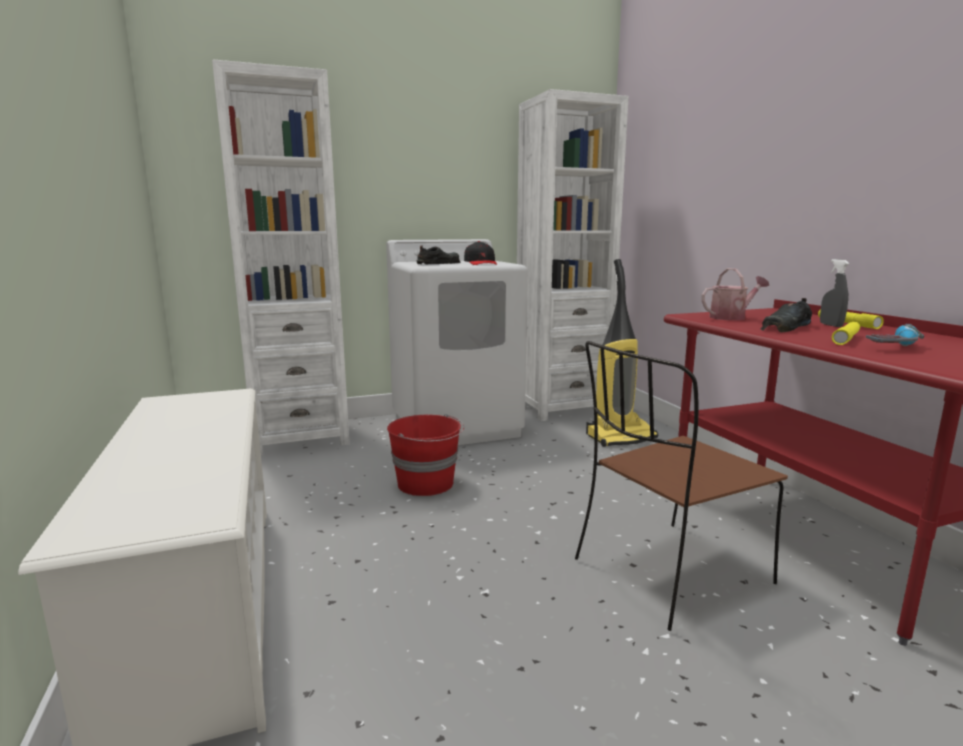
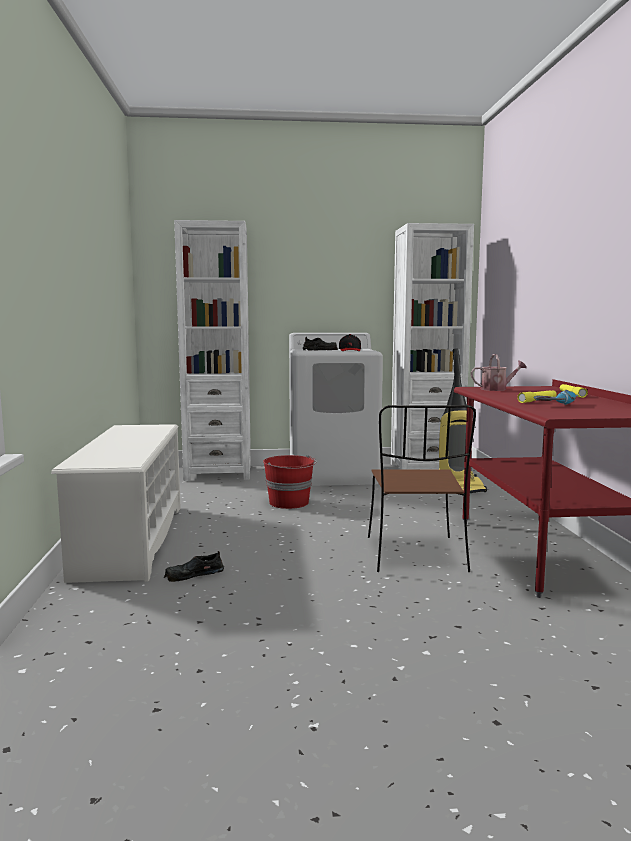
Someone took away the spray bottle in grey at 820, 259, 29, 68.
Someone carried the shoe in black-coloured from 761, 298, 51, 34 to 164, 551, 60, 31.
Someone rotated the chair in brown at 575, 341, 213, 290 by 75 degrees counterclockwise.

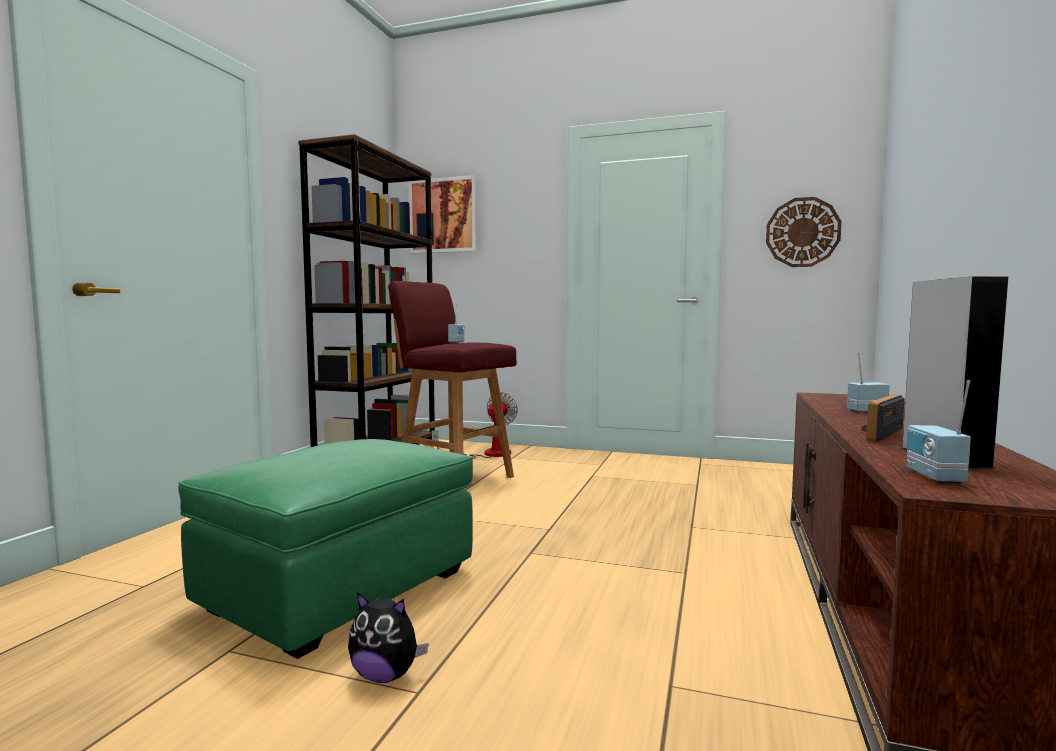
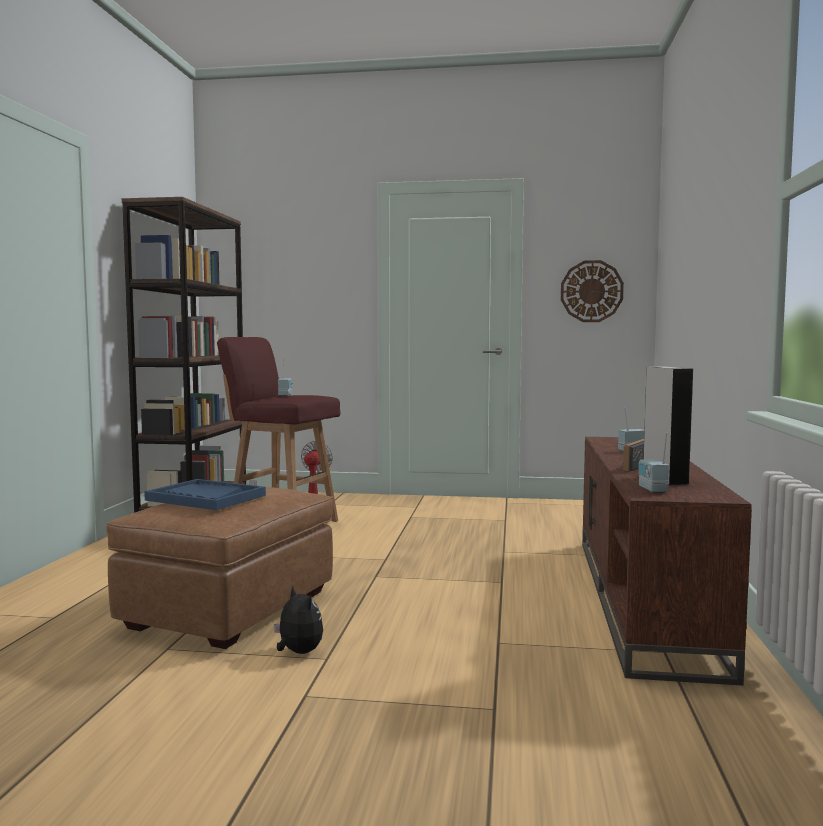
Someone took away the wall art at 409, 175, 68, 79.
Someone put down the serving tray in blue-coloured at 144, 479, 122, 31.
Someone repainted the ottoman in green-coloured at 178, 439, 295, 220, which became the ottoman in brown at 107, 487, 226, 162.
Someone rotated the cuddly toy at 348, 592, 81, 91 by 135 degrees counterclockwise.

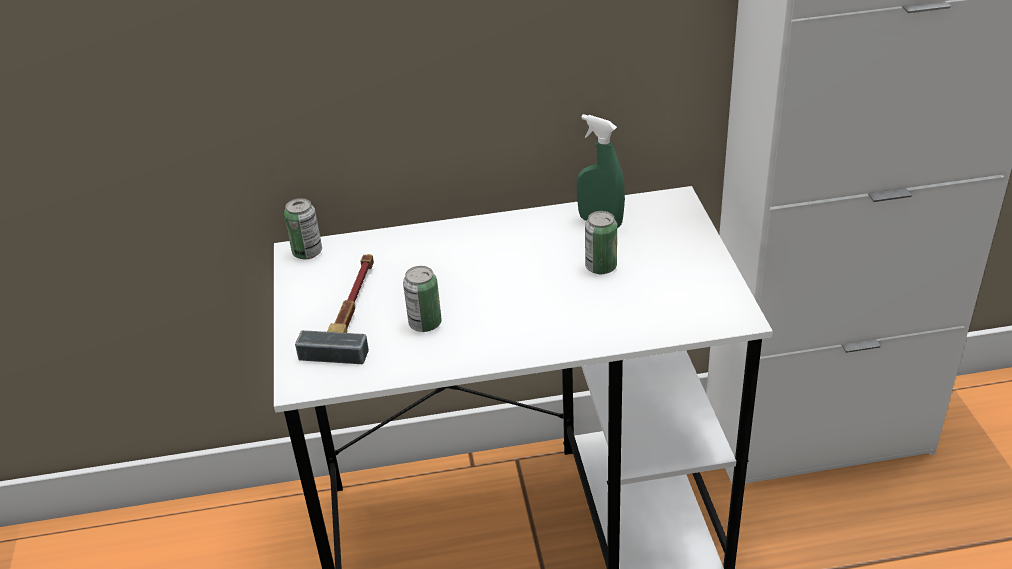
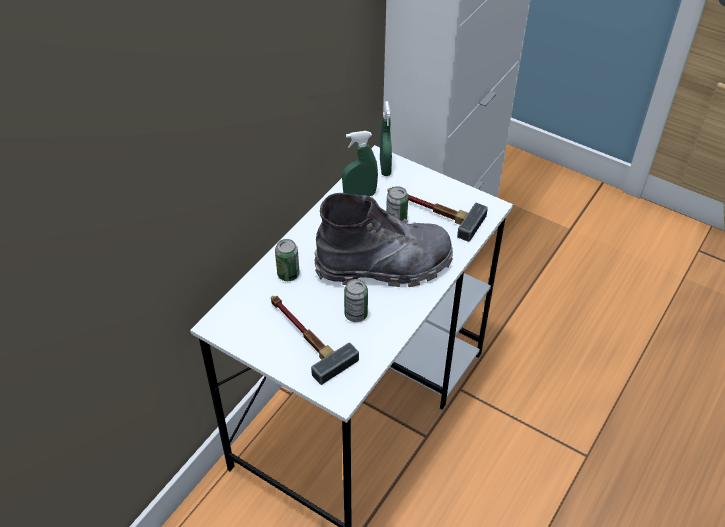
Someone put down the high-top boot in grey at 314, 193, 139, 94.
Someone put down the spray bottle in green-coloured at 380, 101, 12, 75.
Someone put down the tool hammer at 387, 188, 101, 54.
Someone carried the can from 284, 198, 38, 62 to 275, 239, 25, 42.

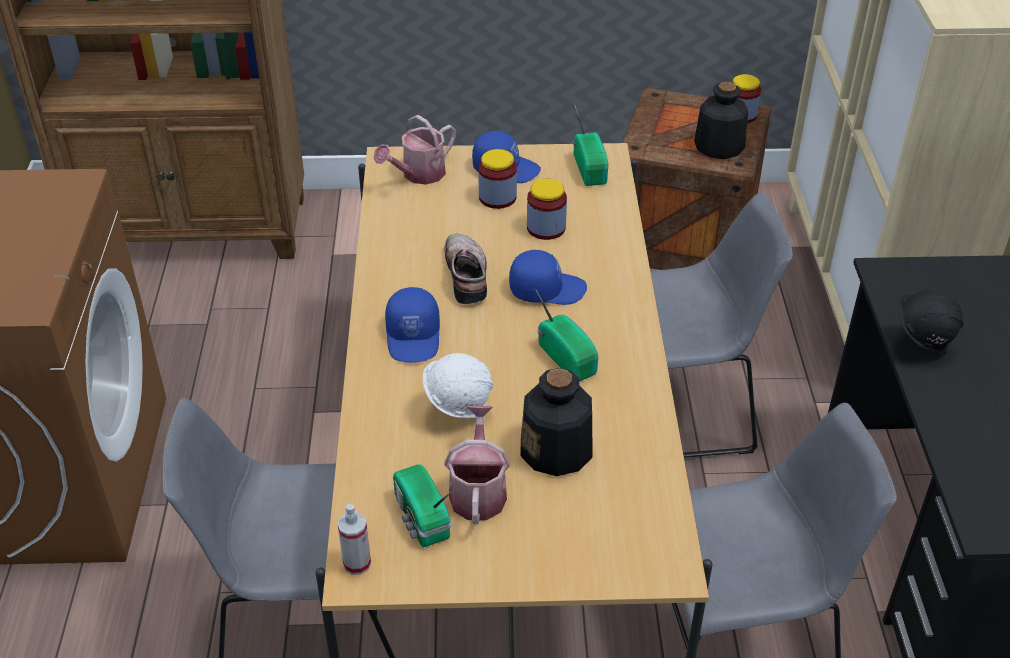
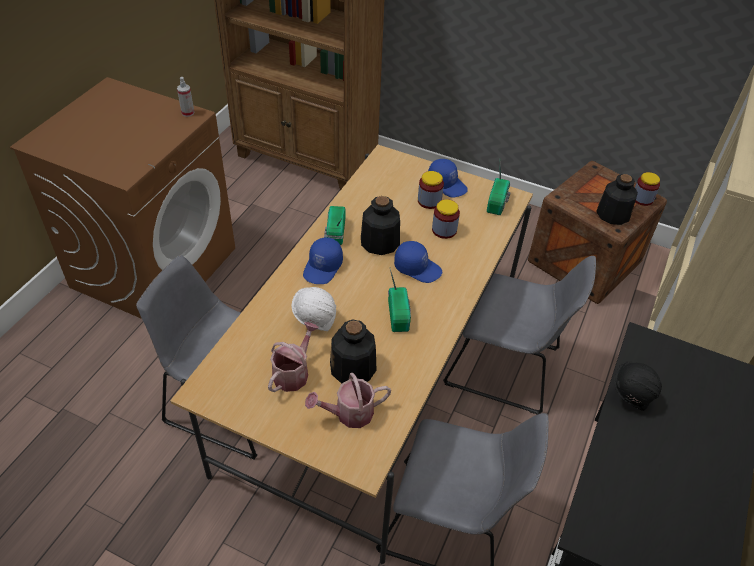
Someone carried the spray bottle from 338, 504, 33, 71 to 177, 77, 17, 40.
Someone carried the watering can from 374, 115, 82, 70 to 305, 373, 86, 55.
Someone carried the radio from 393, 464, 59, 83 to 324, 206, 21, 39.
Someone swapped the shoe at 445, 234, 42, 70 for the beverage bottle at 361, 196, 39, 59.

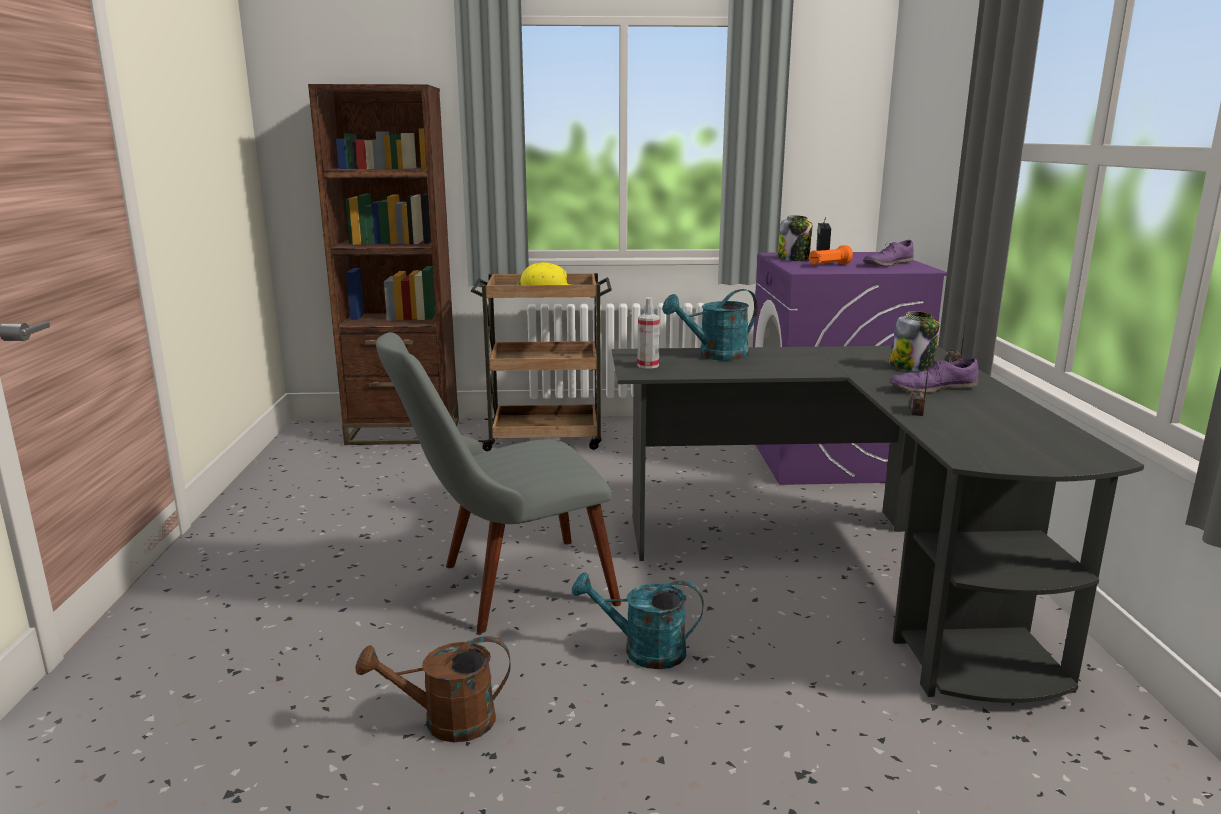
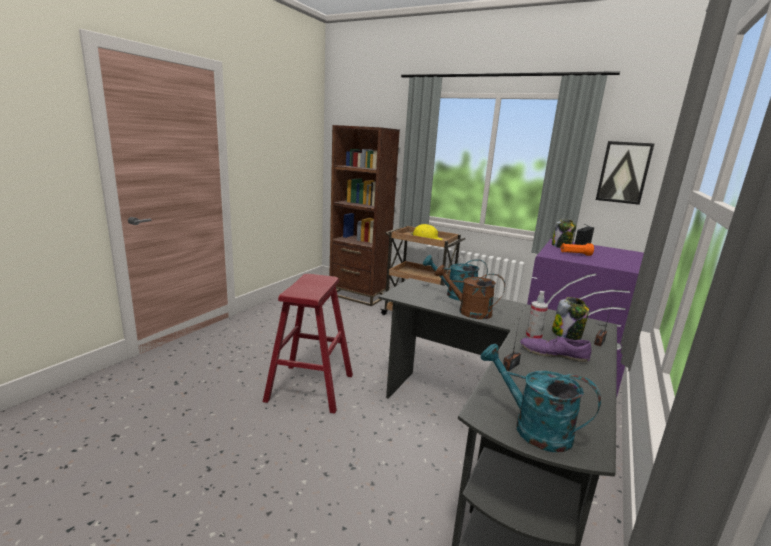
Someone took away the shoe in purple at 863, 240, 51, 26.
Someone put up the wall art at 596, 141, 59, 64.
Someone carried the watering can in brown from 355, 636, 156, 107 to 435, 265, 70, 54.
Someone carried the watering can in turquoise from 572, 572, 132, 97 to 480, 344, 121, 108.
Someone carried the spray bottle from 637, 297, 23, 71 to 526, 291, 22, 48.
Someone swapped the chair in grey at 376, 332, 245, 301 for the stool in red-coloured at 263, 274, 90, 140.

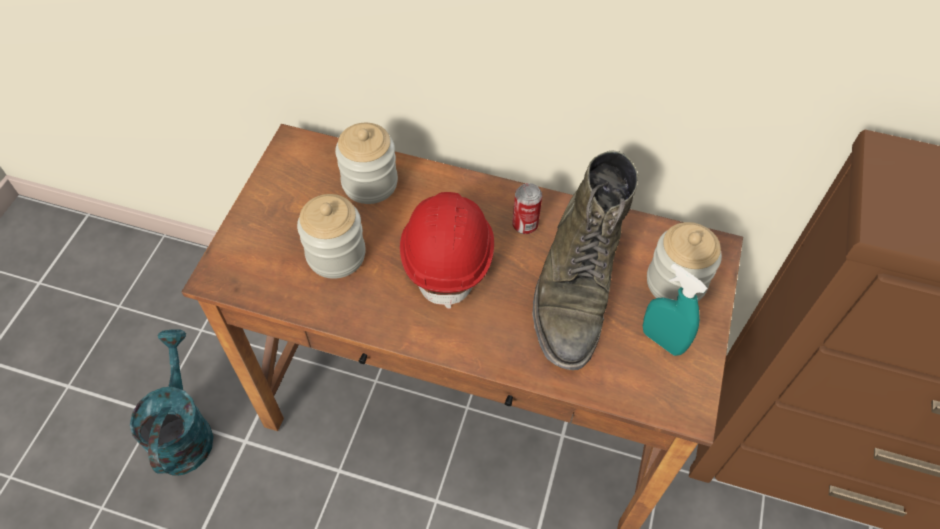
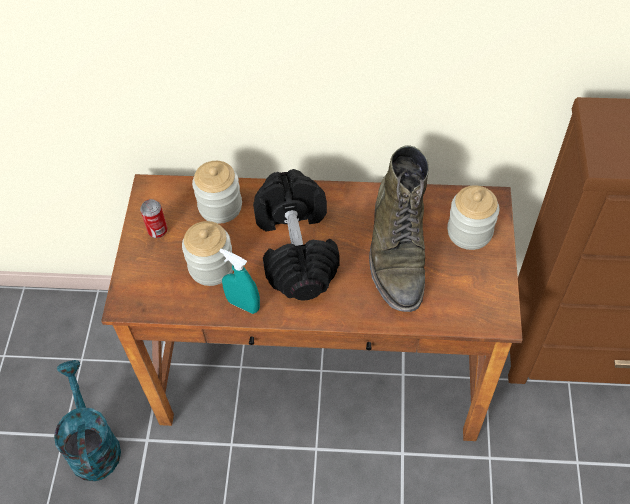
Someone carried the can from 512, 183, 30, 51 to 140, 199, 28, 39.
Someone carried the spray bottle in turquoise from 643, 263, 65, 93 to 219, 248, 41, 66.
Someone swapped the hard hat in red-coloured at 400, 192, 94, 117 for the free weight in black-coloured at 253, 169, 86, 132.

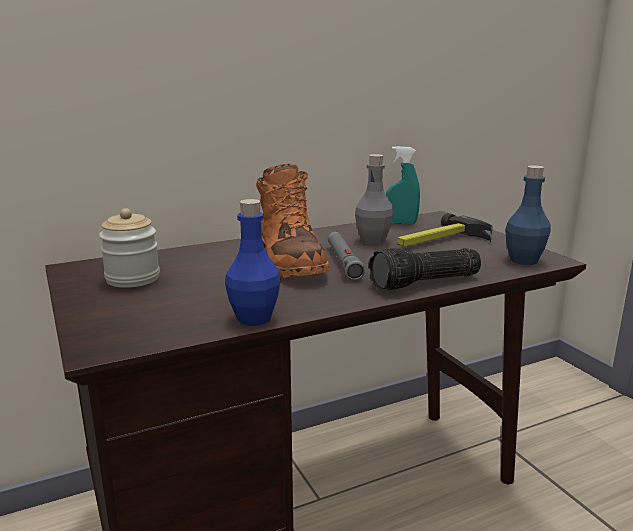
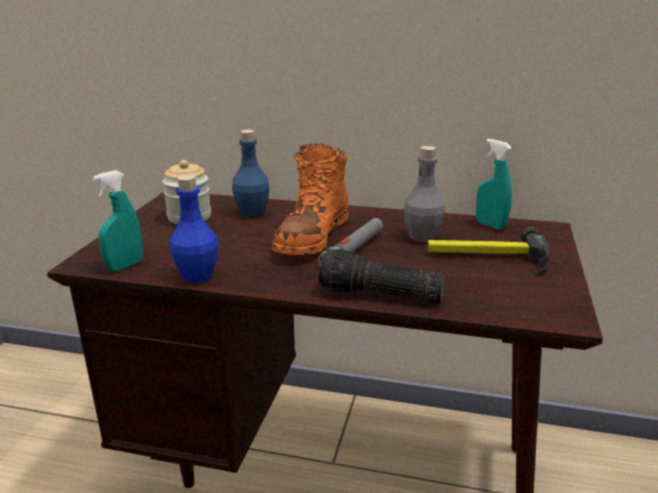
Someone put down the spray bottle in turquoise at 93, 170, 50, 101.
Someone carried the beverage bottle in blue-coloured from 505, 165, 46, 100 to 232, 130, 38, 87.

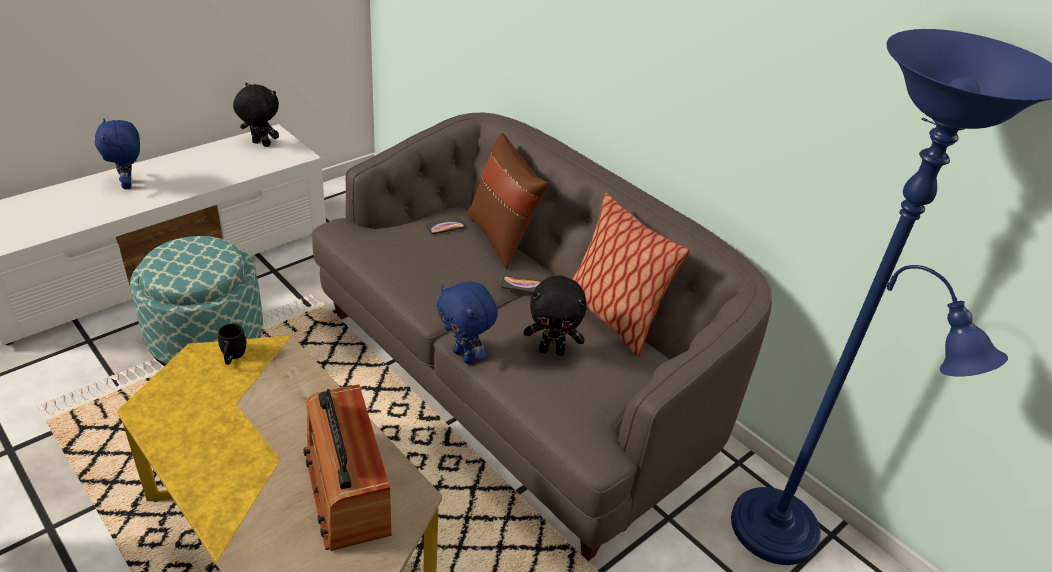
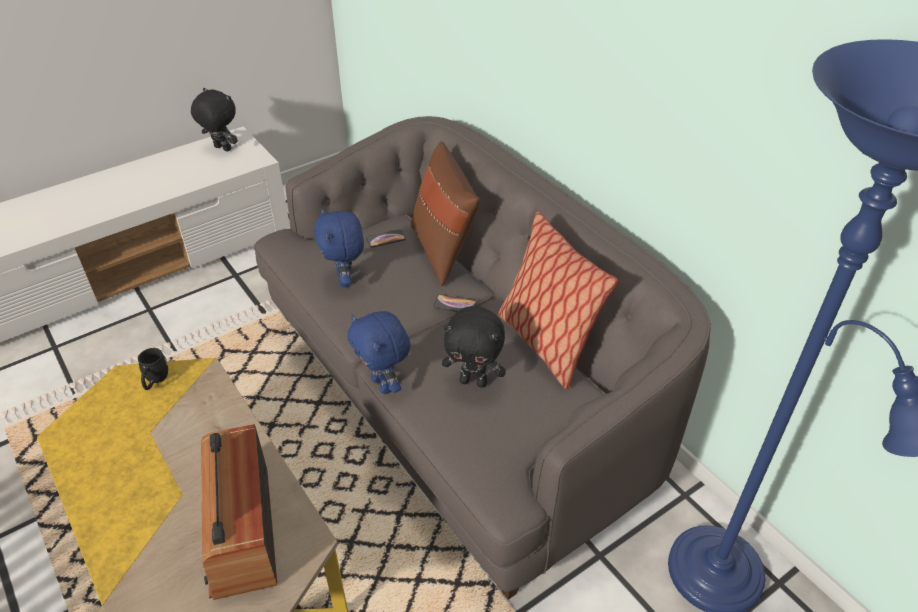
Someone took away the ottoman at 130, 236, 133, 130.
Someone carried the cuddly toy in blue-coloured from 95, 118, 45, 71 to 314, 208, 50, 79.

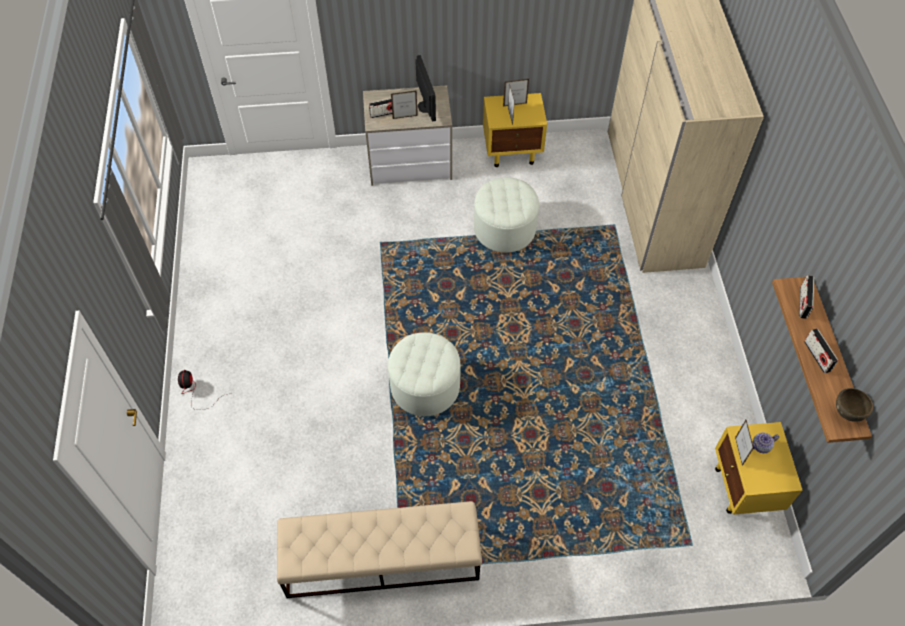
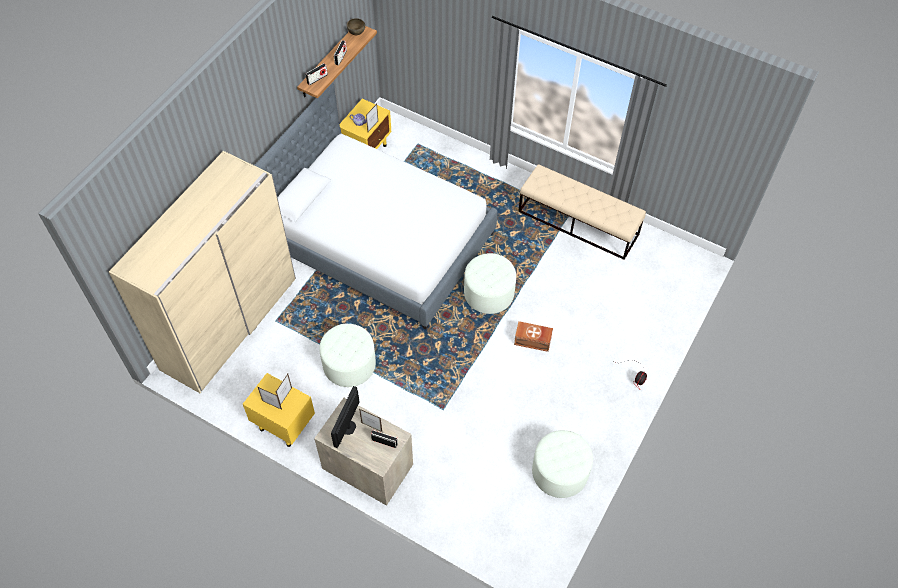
Someone put down the bed at 254, 83, 244, 246.
Someone put down the storage bin in brown at 514, 321, 39, 31.
Someone put down the ottoman in whitish at 532, 430, 61, 68.

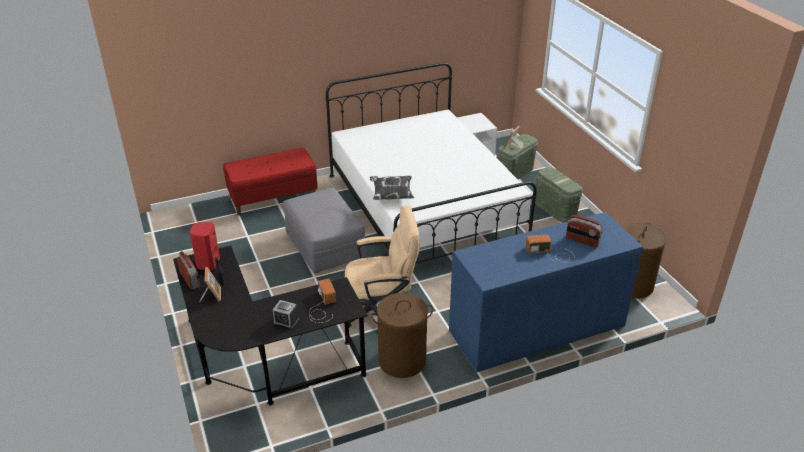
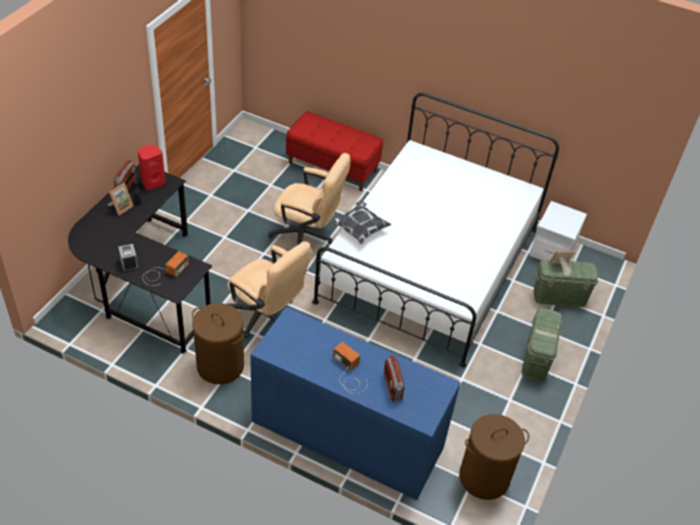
Someone swapped the ottoman in grey at 283, 188, 83, 85 for the desk chair in beige at 268, 153, 83, 92.

